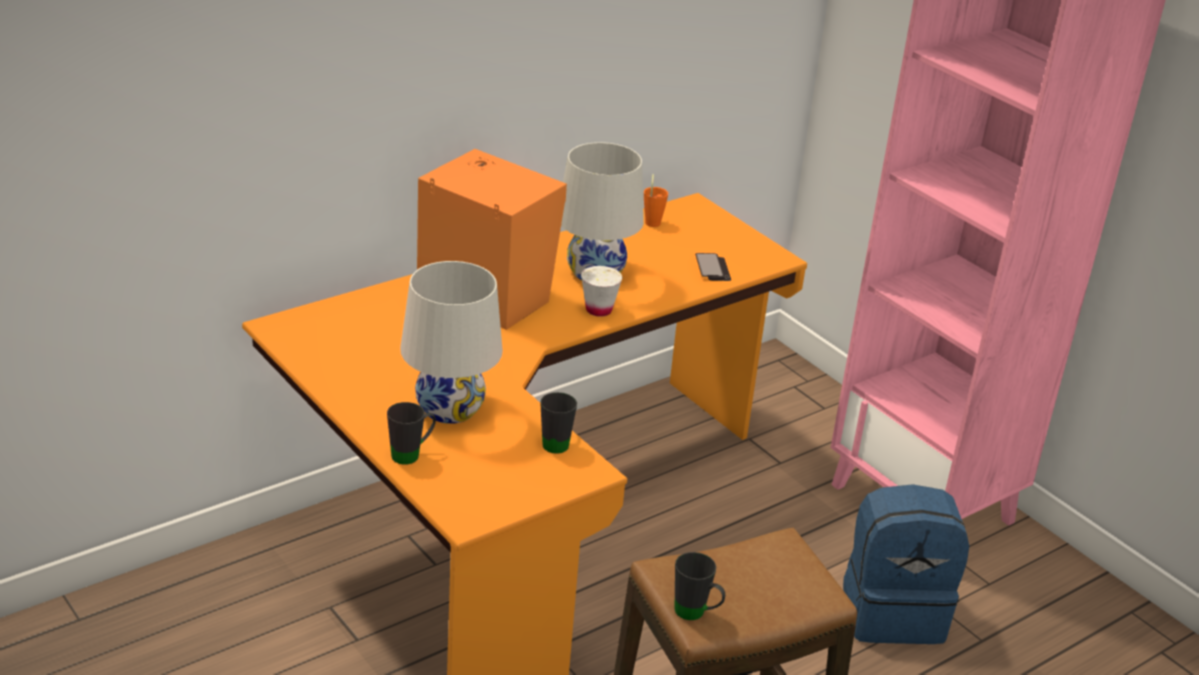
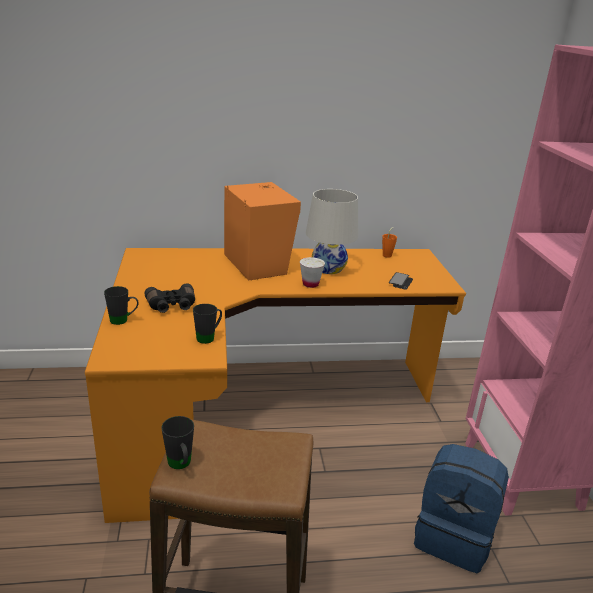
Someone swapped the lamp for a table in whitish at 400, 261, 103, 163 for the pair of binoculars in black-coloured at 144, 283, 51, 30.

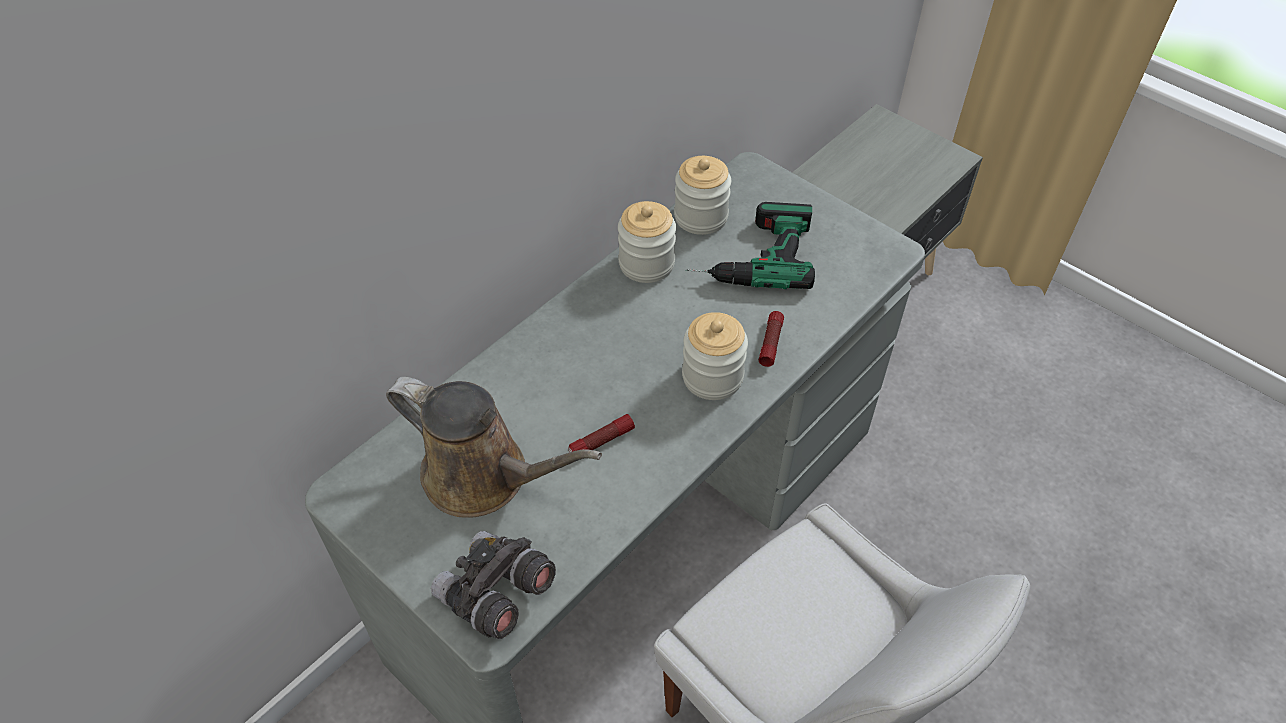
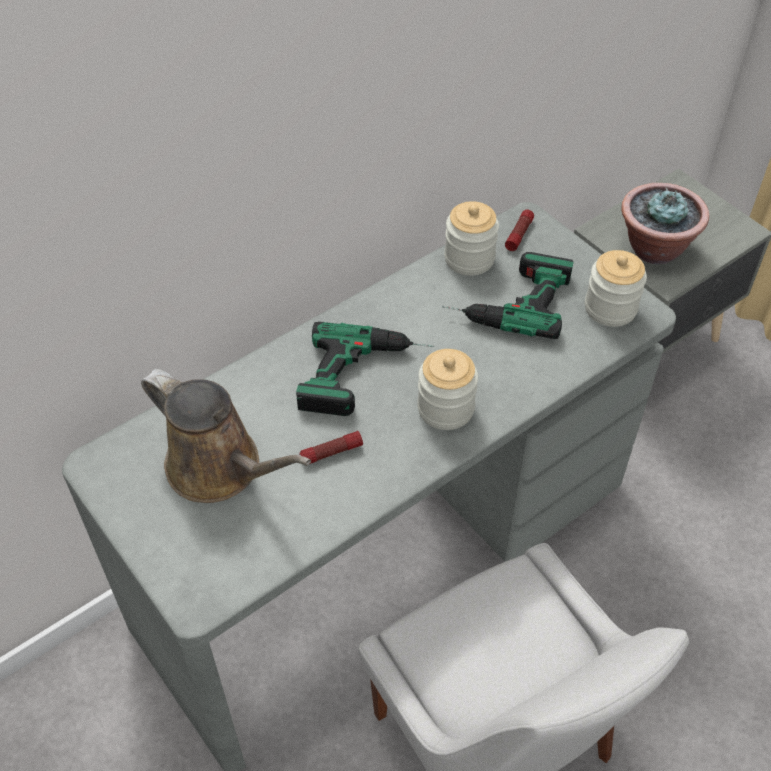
Someone took away the pair of binoculars in grey at 431, 531, 125, 108.
Someone put down the electric drill at 296, 322, 138, 94.
Someone put down the potted plant at 622, 183, 87, 81.
Someone carried the storage jar from 618, 201, 58, 82 to 585, 250, 62, 77.
Someone carried the hand torch from 759, 311, 25, 56 to 505, 210, 29, 41.

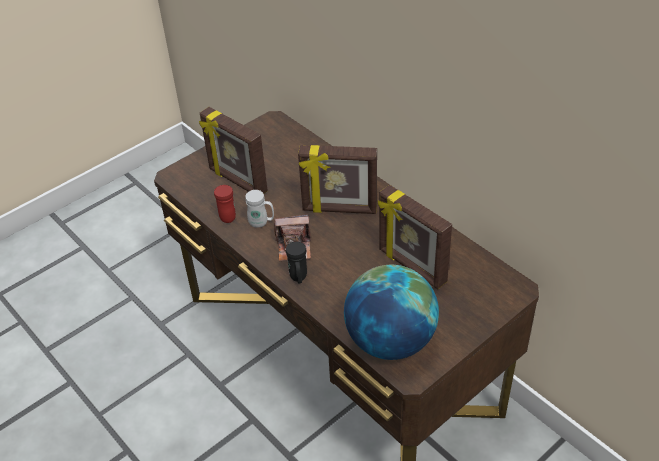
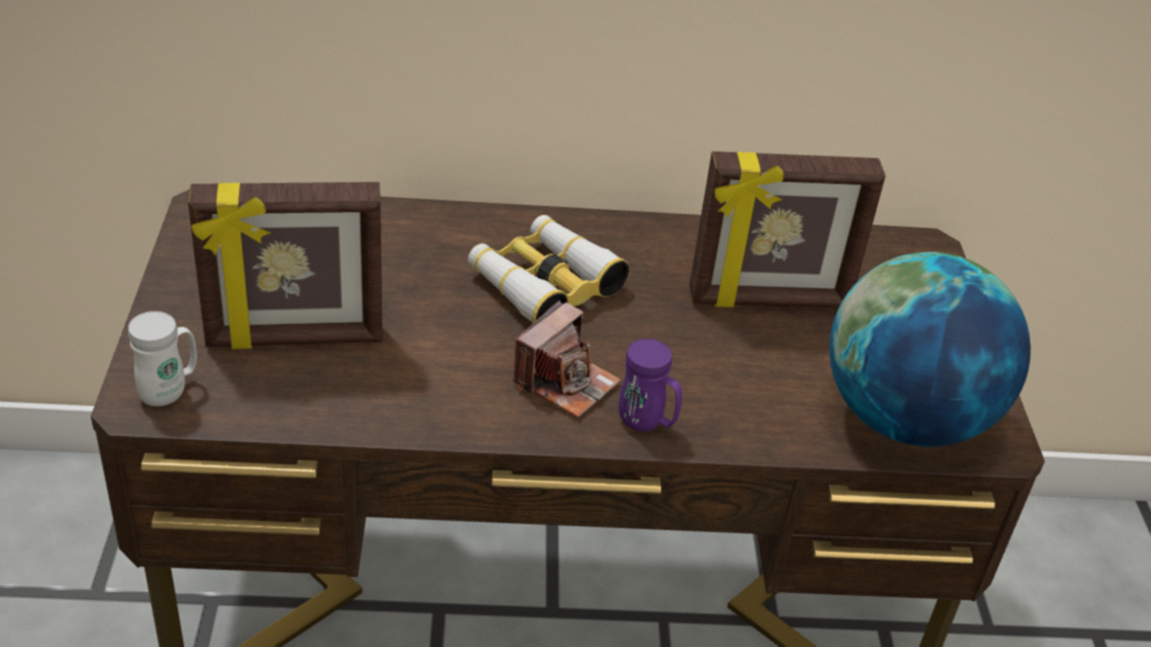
Someone took away the mug in red-coloured at 214, 185, 22, 38.
Someone carried the mug in whitish from 245, 190, 29, 38 to 128, 311, 69, 95.
Someone swapped the picture frame at 298, 145, 79, 69 for the pair of binoculars at 468, 215, 161, 108.
Someone repainted the mug in black-coloured at 286, 241, 21, 42, which became the mug in purple at 619, 339, 63, 92.

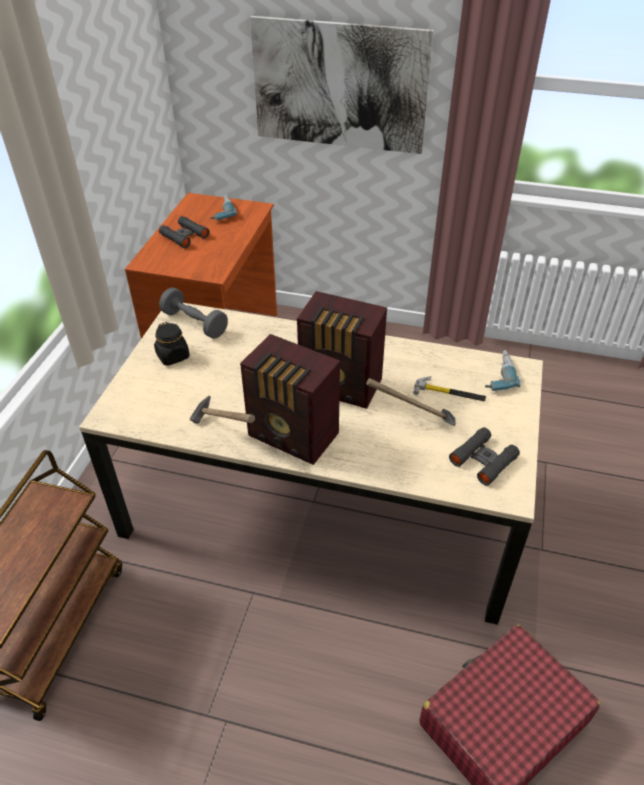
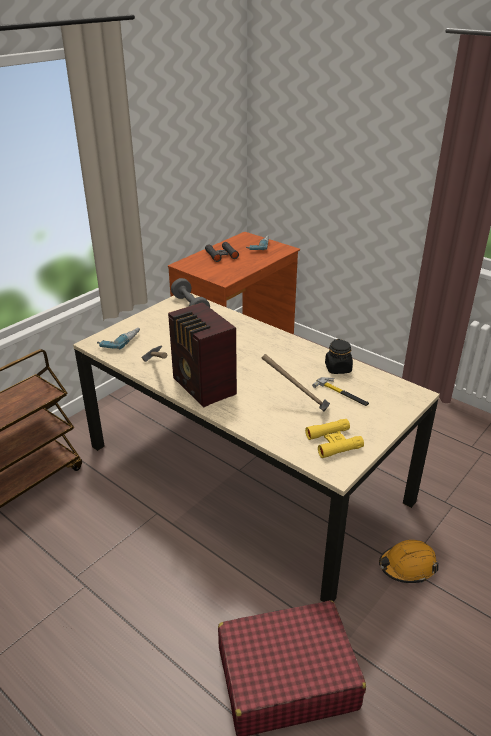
Someone took away the wall art at 250, 16, 184, 138.
Someone took away the radio at 297, 291, 90, 117.
Someone put down the hard hat in orange-coloured at 379, 540, 60, 43.
Someone carried the storage jar in black-coloured from 154, 322, 36, 44 to 325, 339, 28, 35.
Someone carried the electric drill from 485, 350, 35, 41 to 97, 328, 43, 21.
Someone repainted the pair of binoculars in black-coloured at 449, 427, 71, 59, which became the pair of binoculars in yellow at 305, 419, 59, 39.

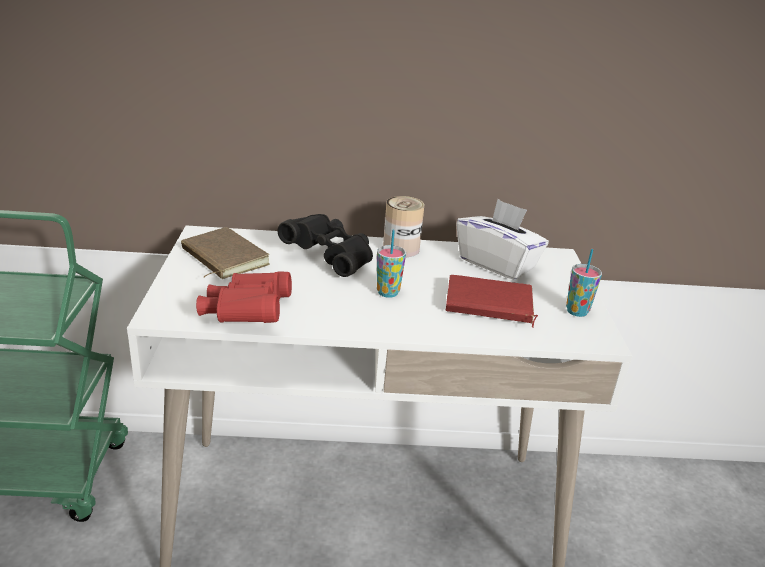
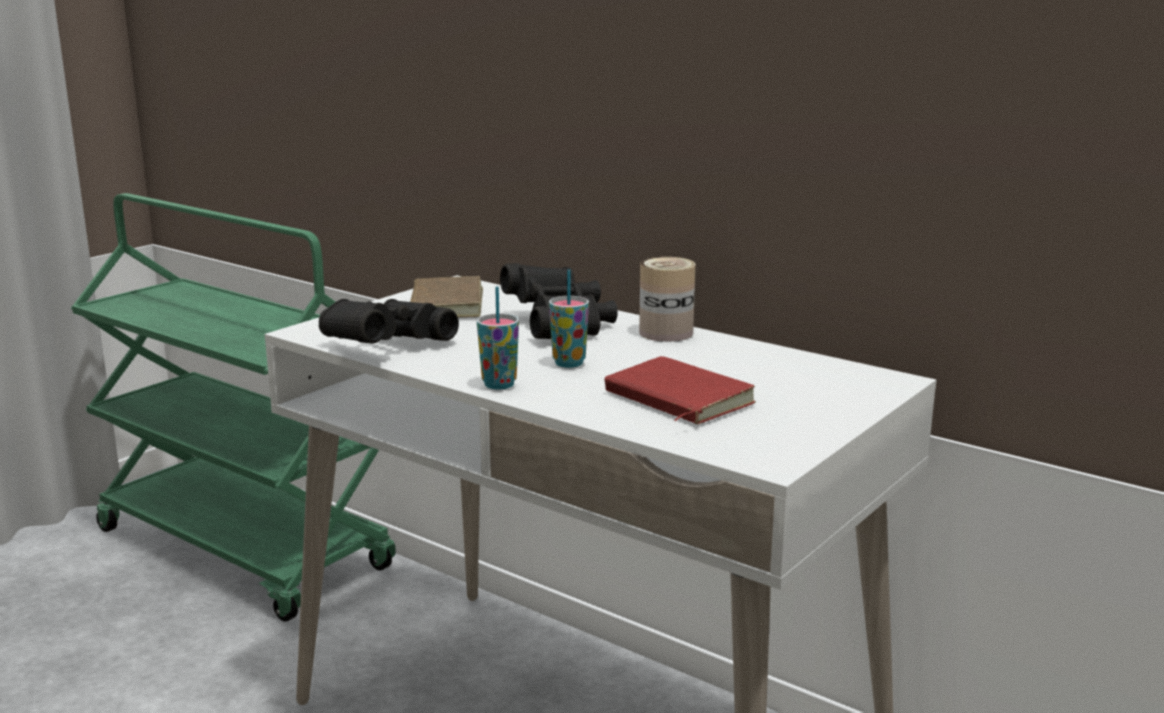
Someone took away the tissue holder in whitish at 456, 199, 93, 81.
Someone carried the small cup from 566, 249, 36, 68 to 477, 286, 42, 104.
Someone repainted the pair of binoculars in red-coloured at 196, 272, 96, 51, which became the pair of binoculars in black-coloured at 319, 299, 140, 45.

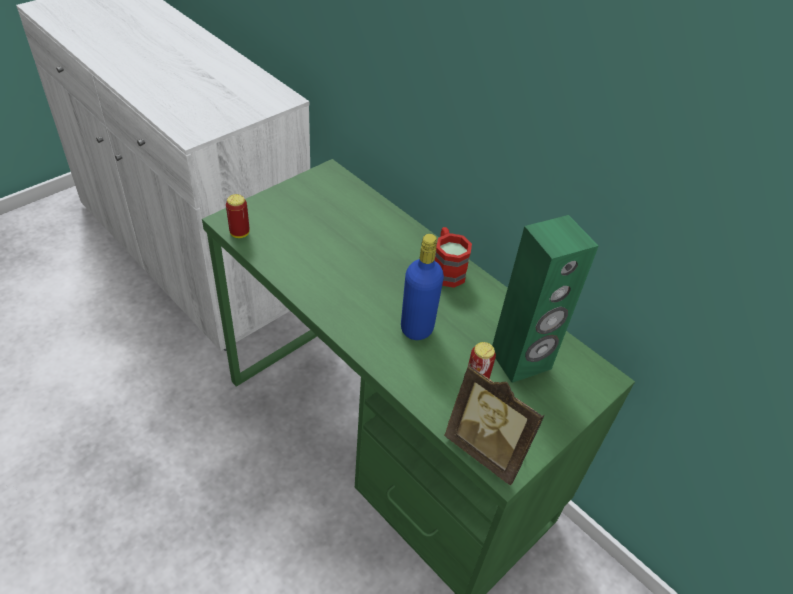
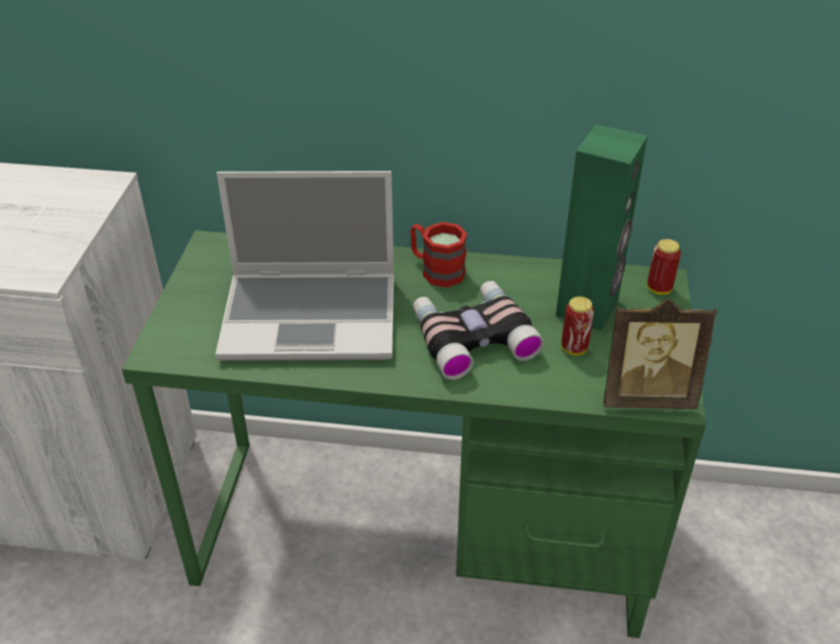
Someone put down the notebook computer at 215, 171, 179, 190.
Someone carried the can from 226, 194, 24, 44 to 647, 239, 34, 56.
Someone swapped the beverage bottle in blue-coloured at 401, 234, 43, 106 for the pair of binoculars at 413, 281, 131, 99.

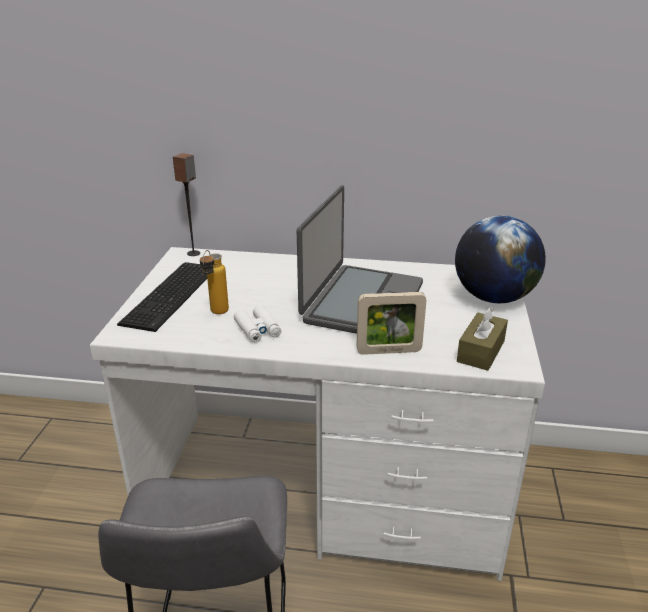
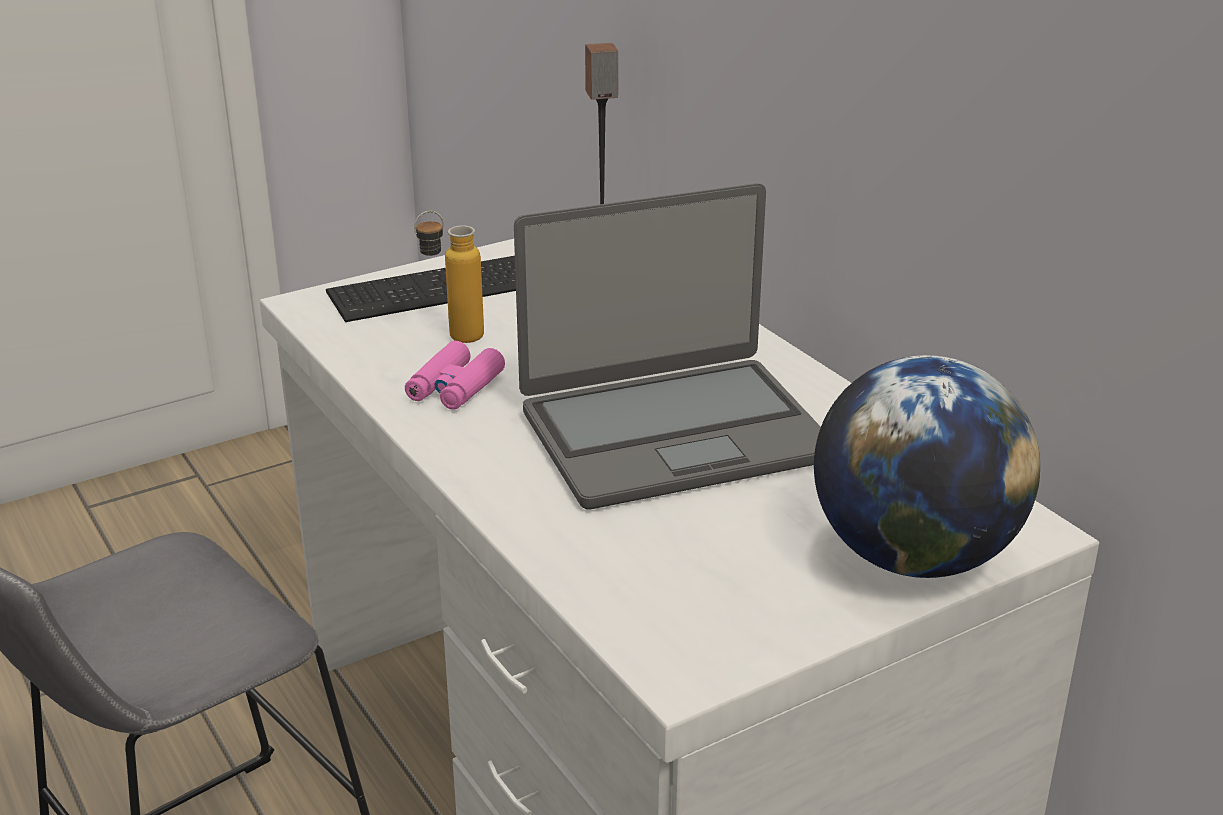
Someone took away the picture frame at 357, 292, 69, 63.
Someone took away the tissue holder in brown at 457, 306, 51, 65.
Someone repainted the pair of binoculars in whitish at 234, 305, 47, 37, which became the pair of binoculars in pink-coloured at 405, 341, 100, 69.

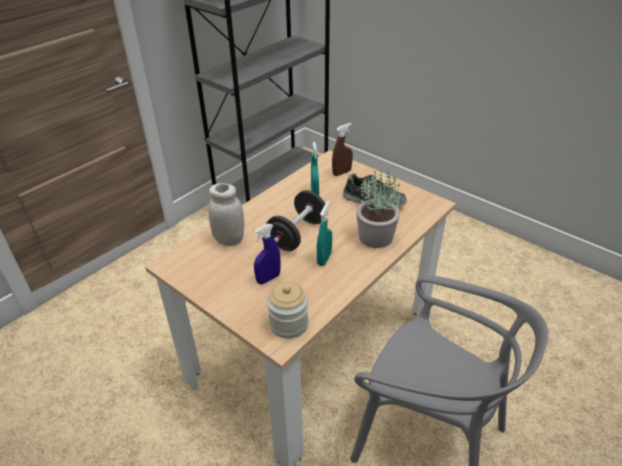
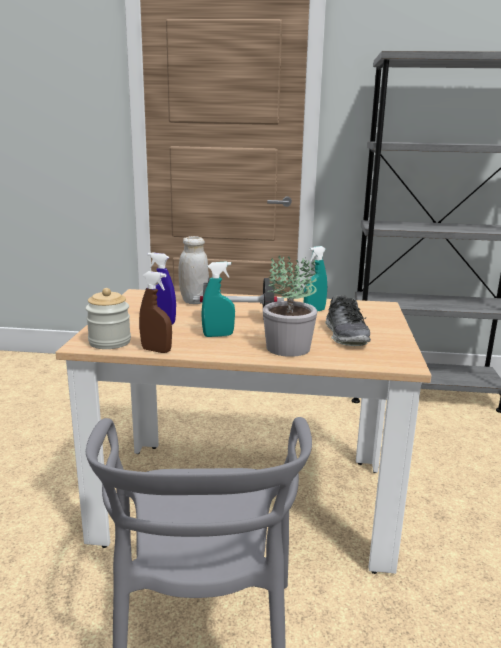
Someone carried the spray bottle in brown from 332, 123, 21, 53 to 139, 271, 33, 82.

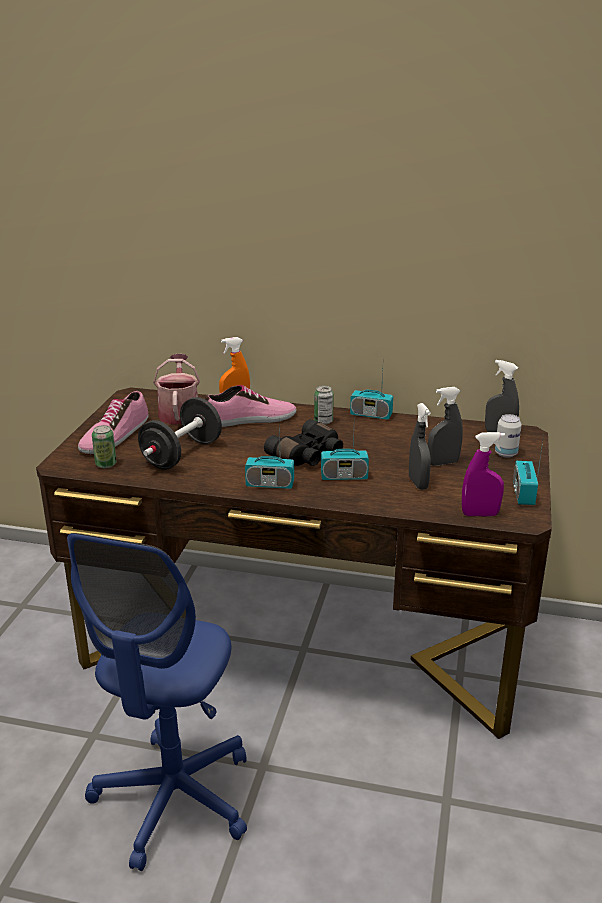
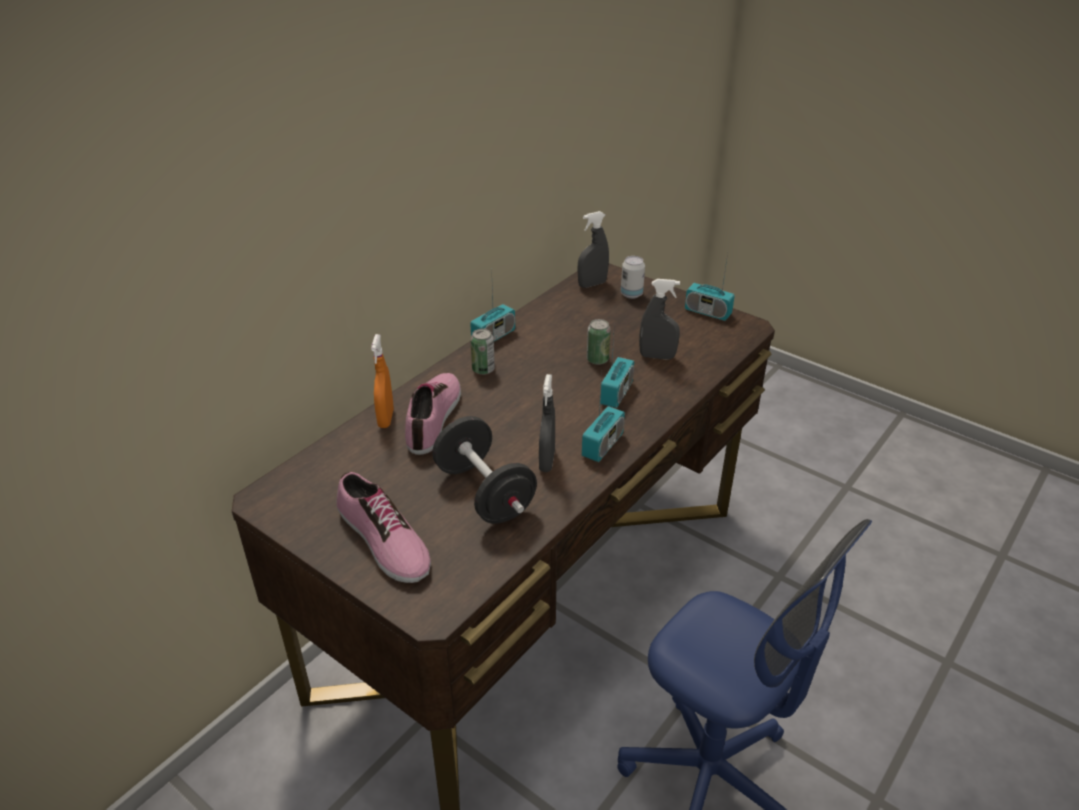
Someone took away the watering can at 153, 353, 47, 72.
Someone took away the pair of binoculars in black-coloured at 264, 419, 79, 47.
Someone took away the spray bottle in purple at 462, 432, 43, 84.
Someone carried the can from 92, 425, 25, 43 to 587, 319, 24, 46.
Someone carried the spray bottle in grey from 428, 387, 35, 79 to 539, 374, 16, 98.

